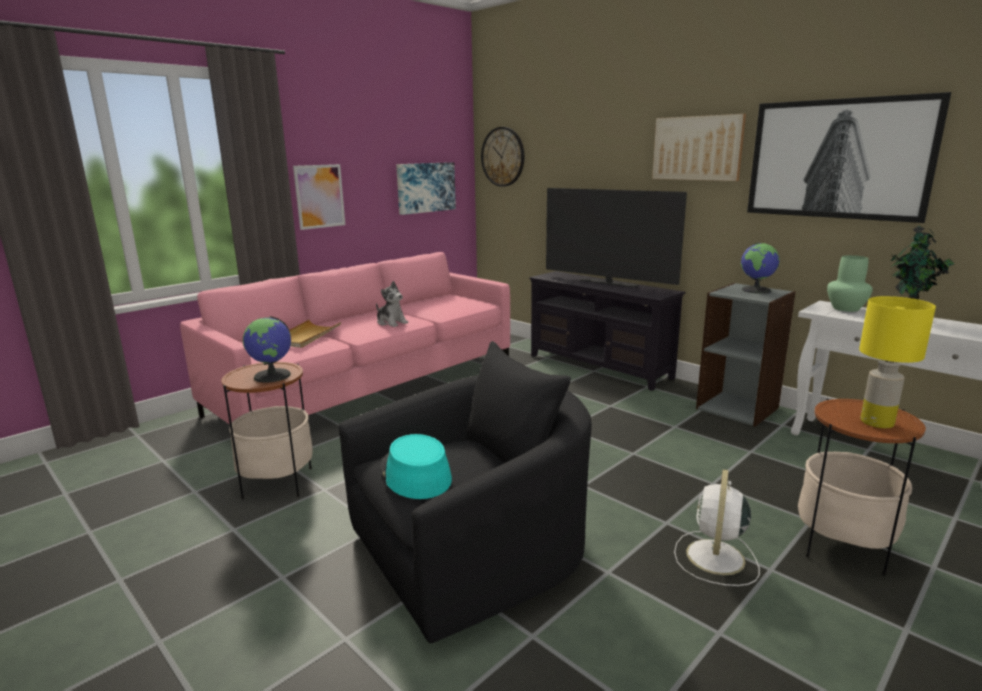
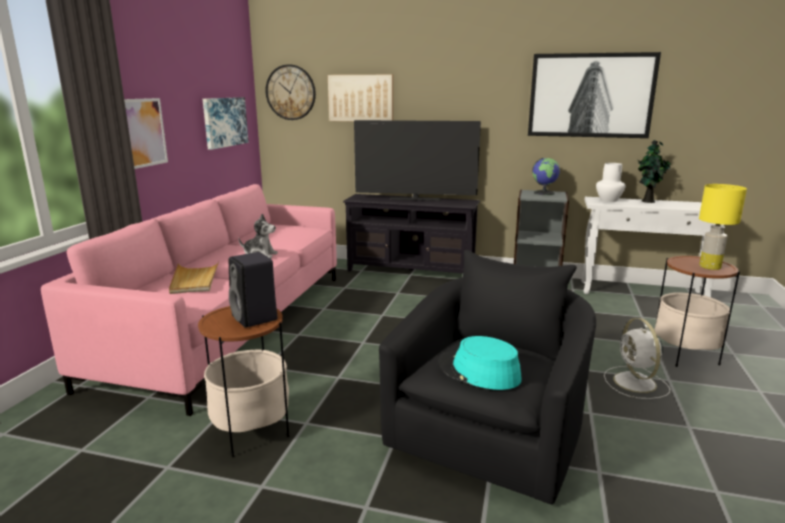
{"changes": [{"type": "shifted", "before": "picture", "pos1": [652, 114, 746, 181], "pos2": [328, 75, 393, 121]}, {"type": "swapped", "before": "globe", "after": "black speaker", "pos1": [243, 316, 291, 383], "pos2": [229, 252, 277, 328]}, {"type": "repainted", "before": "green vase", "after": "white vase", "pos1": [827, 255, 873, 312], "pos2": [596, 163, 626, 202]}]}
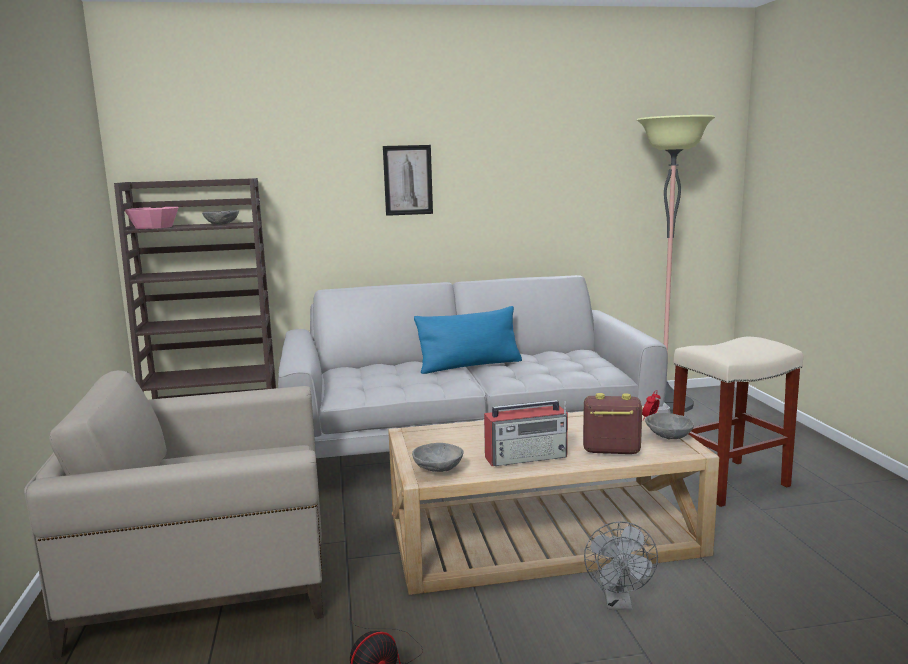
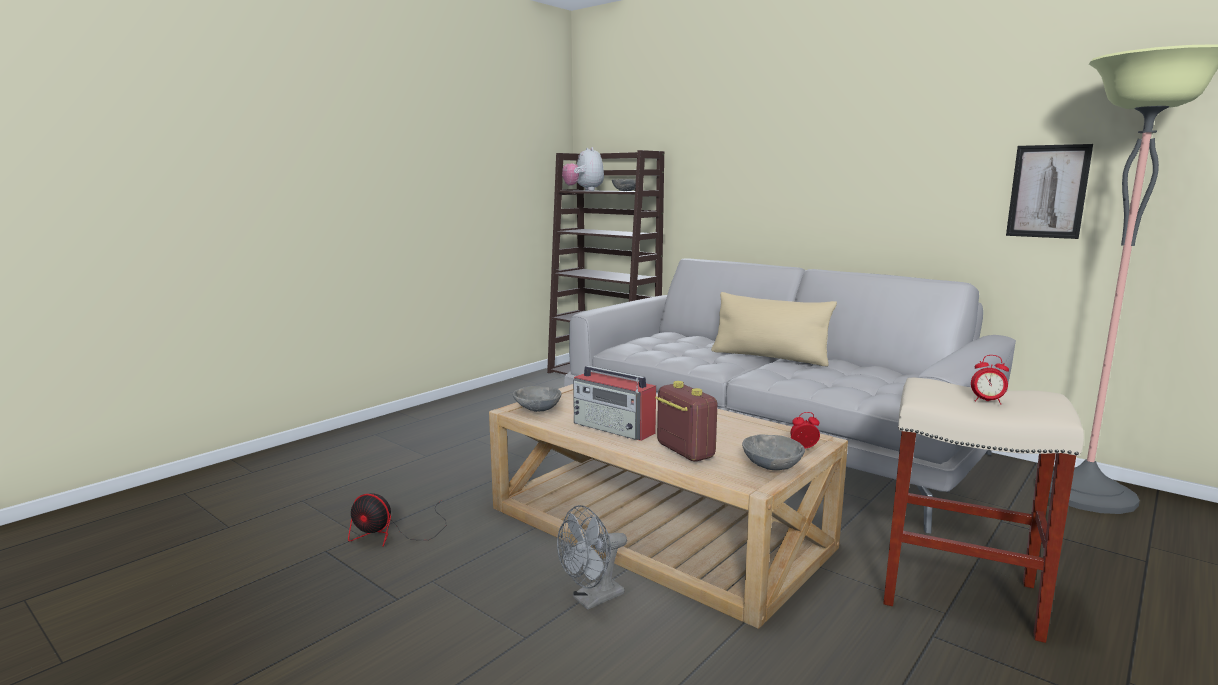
{"changes": [{"type": "gone", "before": "beige armchair", "pos1": [24, 370, 323, 659]}, {"type": "new", "after": "alarm clock", "pos2": [971, 355, 1009, 405]}, {"type": "shifted", "before": "picture", "pos1": [383, 145, 433, 216], "pos2": [1006, 144, 1093, 239]}, {"type": "swapped", "before": "pink bowl", "after": "plush toy", "pos1": [125, 207, 179, 229], "pos2": [562, 147, 604, 191]}, {"type": "repainted", "before": "blue pillow", "after": "beige pillow", "pos1": [414, 306, 522, 374], "pos2": [711, 292, 837, 366]}]}
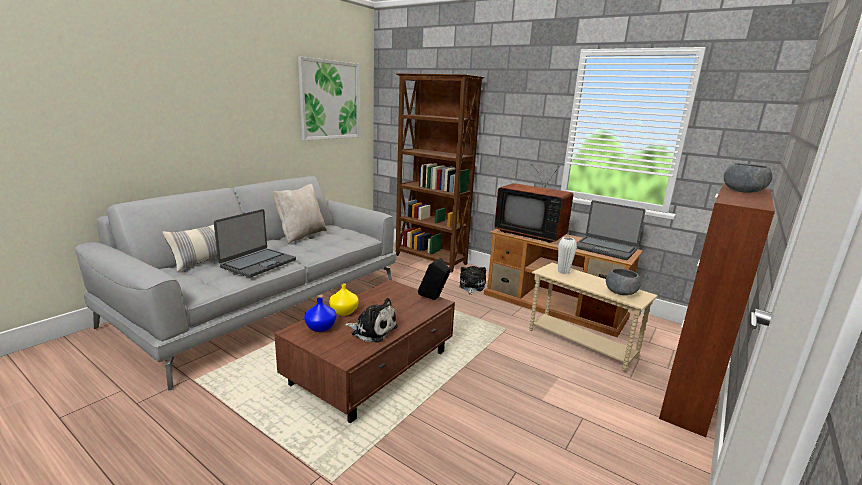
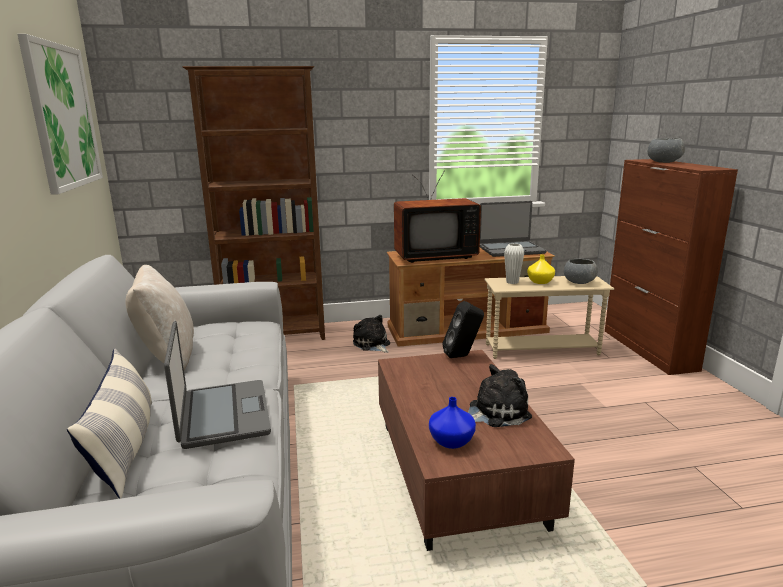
{"changes": [{"type": "shifted", "before": "yellow vase", "pos1": [329, 284, 359, 316], "pos2": [527, 254, 555, 284]}]}
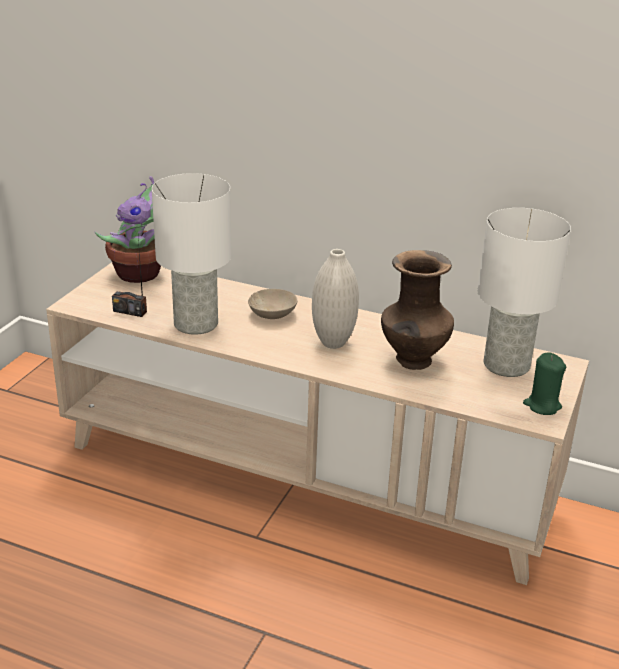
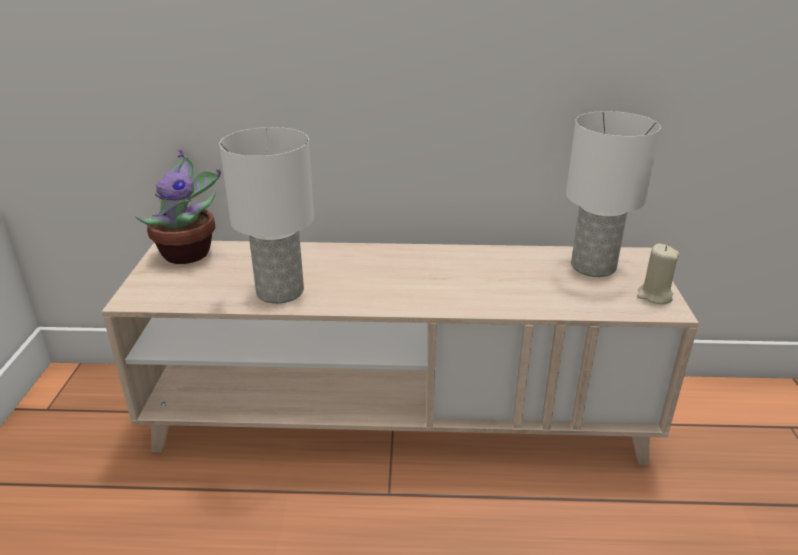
{"changes": [{"type": "gone", "before": "radio", "pos1": [112, 239, 147, 317]}, {"type": "gone", "before": "beige bowl", "pos1": [248, 289, 297, 319]}, {"type": "gone", "before": "white vase", "pos1": [312, 249, 359, 349]}, {"type": "gone", "before": "brown vase", "pos1": [381, 250, 454, 370]}, {"type": "repainted", "before": "green candle", "after": "beige candle", "pos1": [523, 352, 566, 415], "pos2": [637, 244, 680, 304]}]}
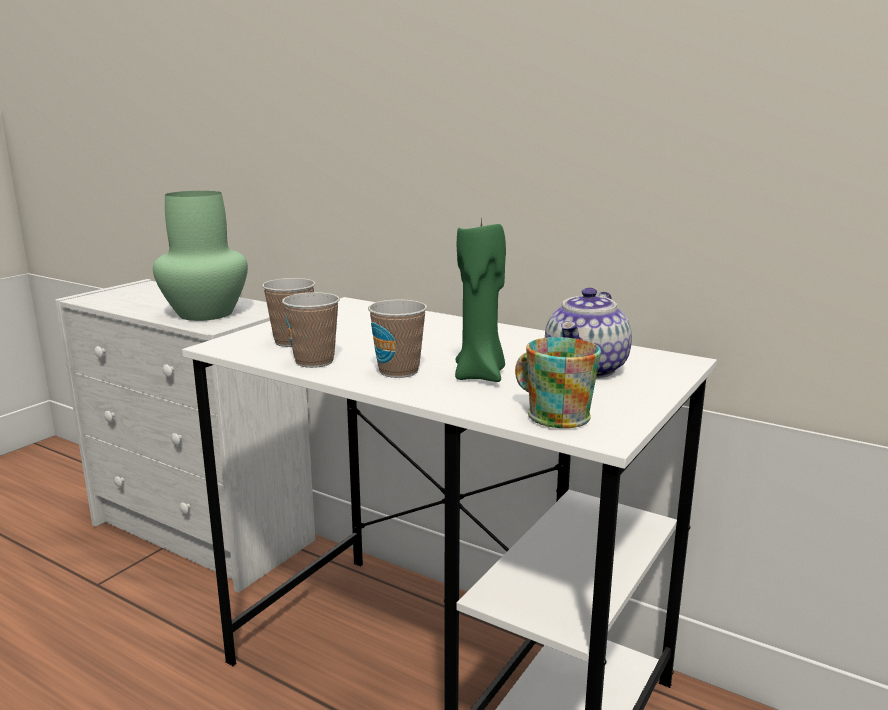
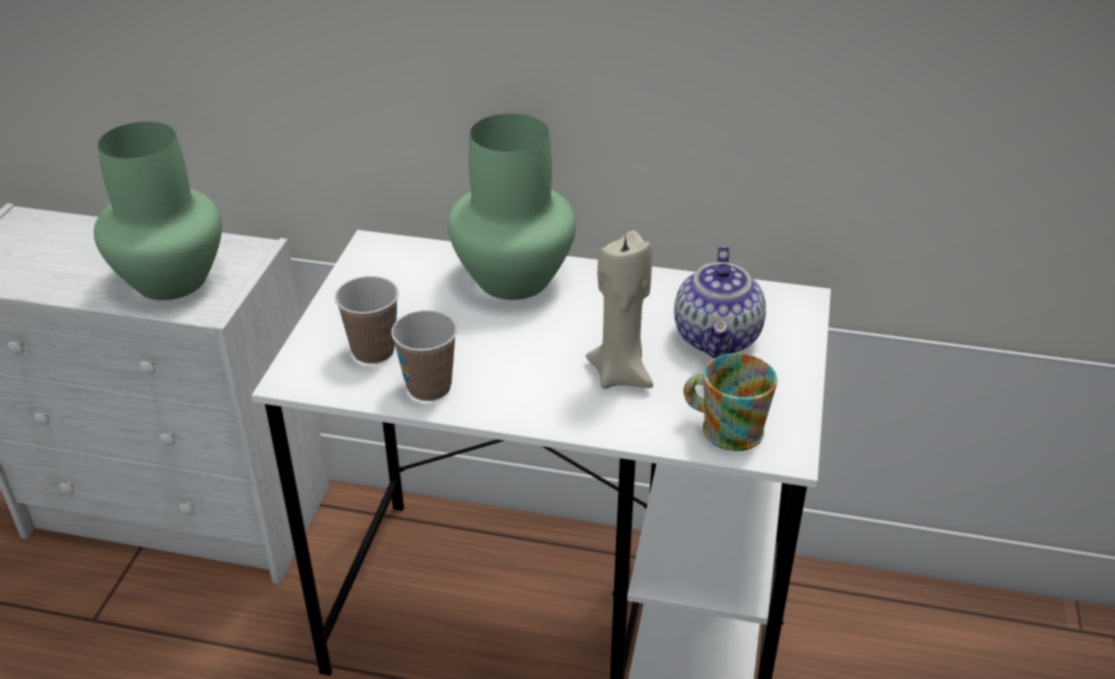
{"changes": [{"type": "gone", "before": "cup", "pos1": [368, 299, 427, 378]}, {"type": "new", "after": "green vase", "pos2": [448, 114, 576, 300]}, {"type": "repainted", "before": "green candle", "after": "beige candle", "pos1": [455, 216, 506, 382], "pos2": [586, 231, 653, 389]}]}
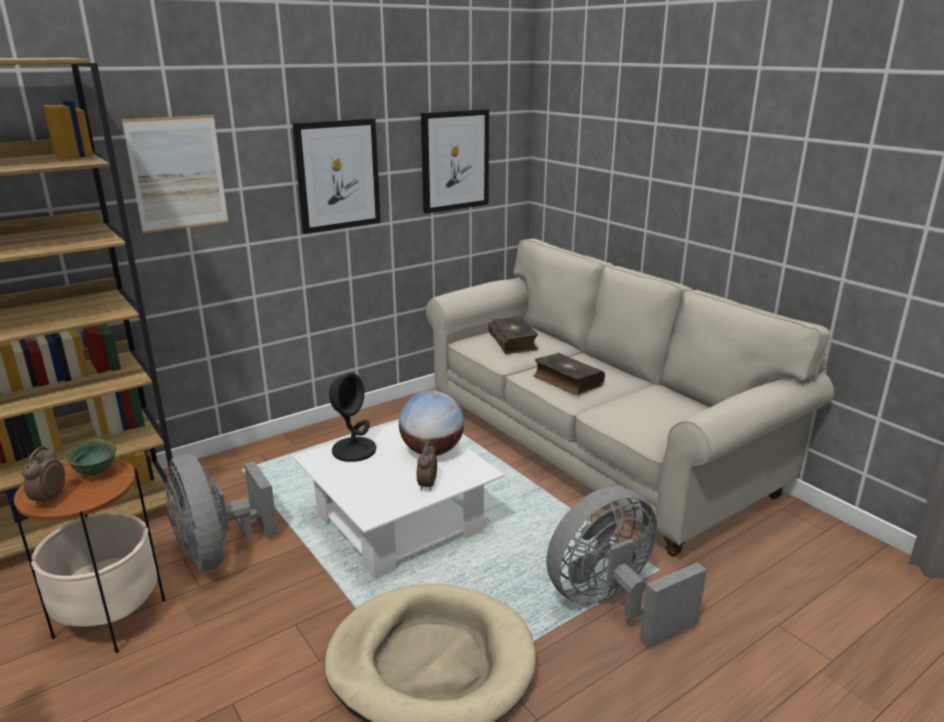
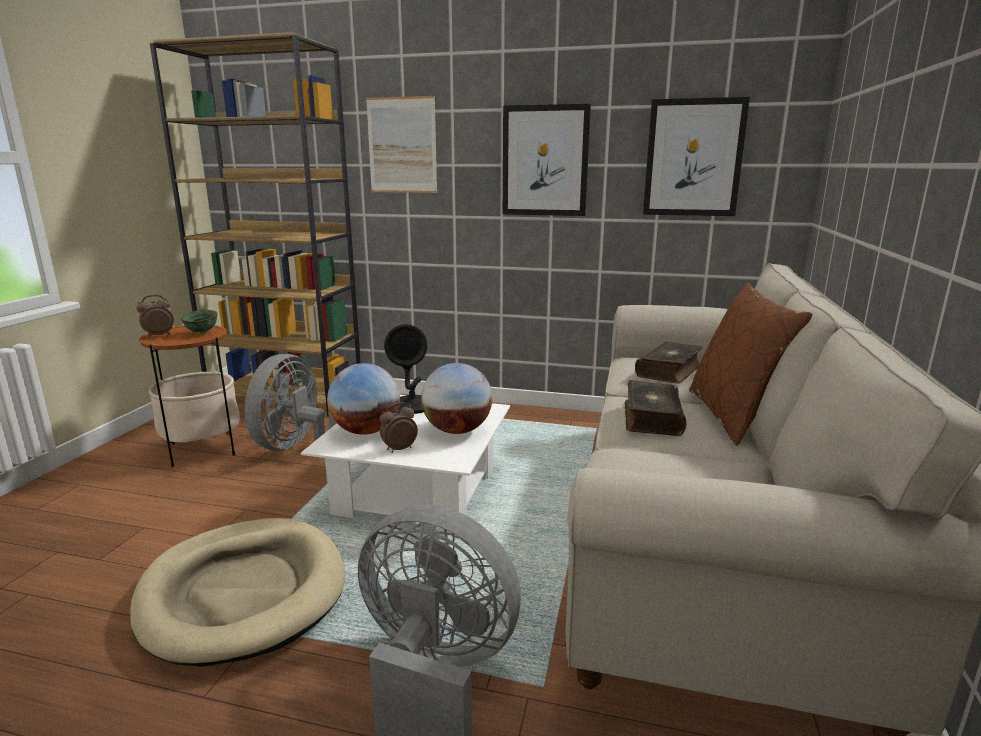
{"changes": [{"type": "new", "after": "globe", "pos2": [327, 363, 400, 435]}, {"type": "new", "after": "brown pillow", "pos2": [689, 282, 812, 446]}]}
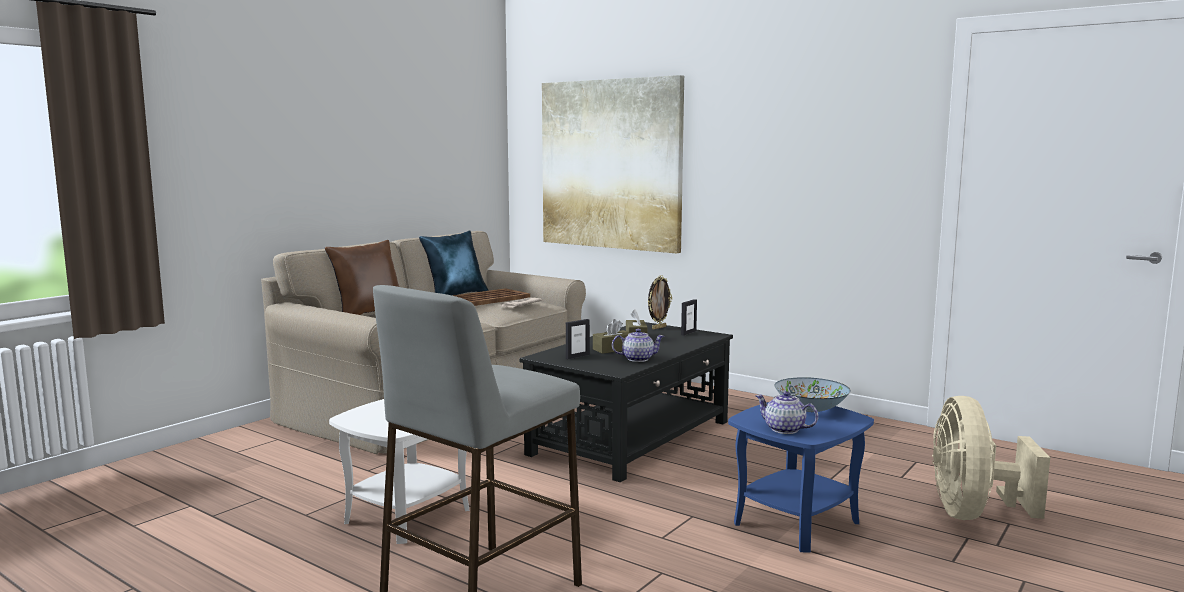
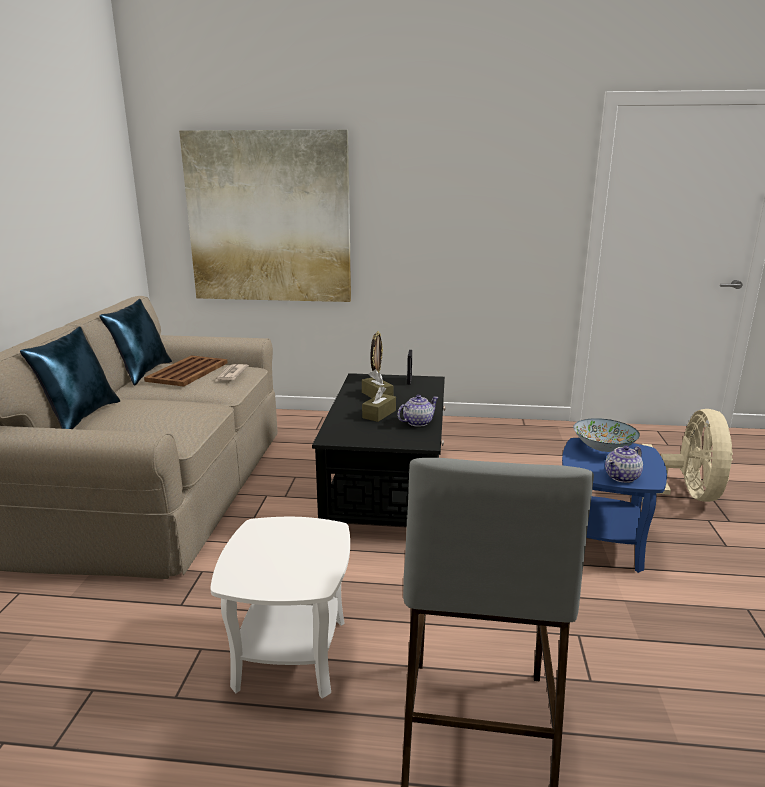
{"changes": [{"type": "gone", "before": "picture frame", "pos1": [566, 319, 590, 359]}, {"type": "repainted", "before": "brown pillow", "after": "blue pillow", "pos1": [325, 240, 399, 315], "pos2": [20, 326, 120, 429]}, {"type": "rotated", "before": "teapot", "pos1": [755, 391, 818, 434], "pos2": [605, 446, 643, 483], "turn": -45}, {"type": "rotated", "before": "beige fan", "pos1": [932, 396, 1050, 520], "pos2": [642, 409, 733, 503], "turn": -150}]}
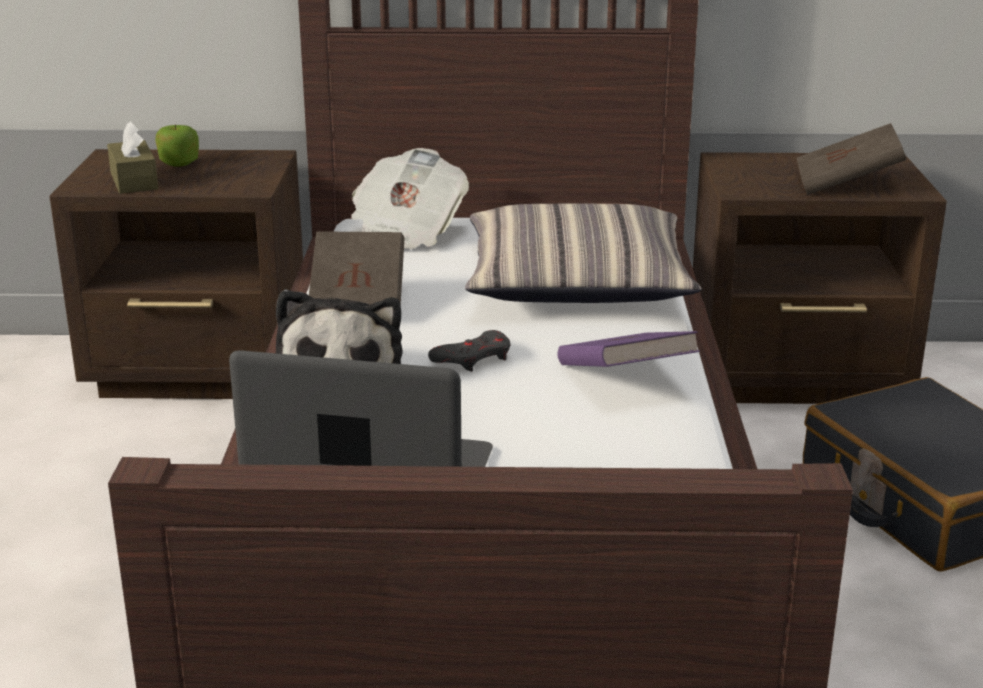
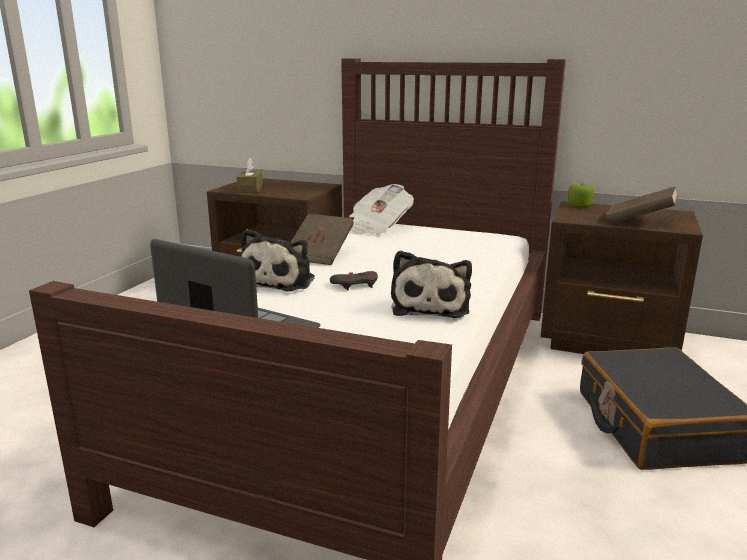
{"changes": [{"type": "gone", "before": "pillow", "pos1": [465, 204, 702, 303]}, {"type": "shifted", "before": "apple", "pos1": [155, 124, 199, 167], "pos2": [568, 184, 594, 208]}, {"type": "swapped", "before": "purple book", "after": "plush toy", "pos1": [557, 331, 700, 367], "pos2": [391, 250, 472, 318]}]}
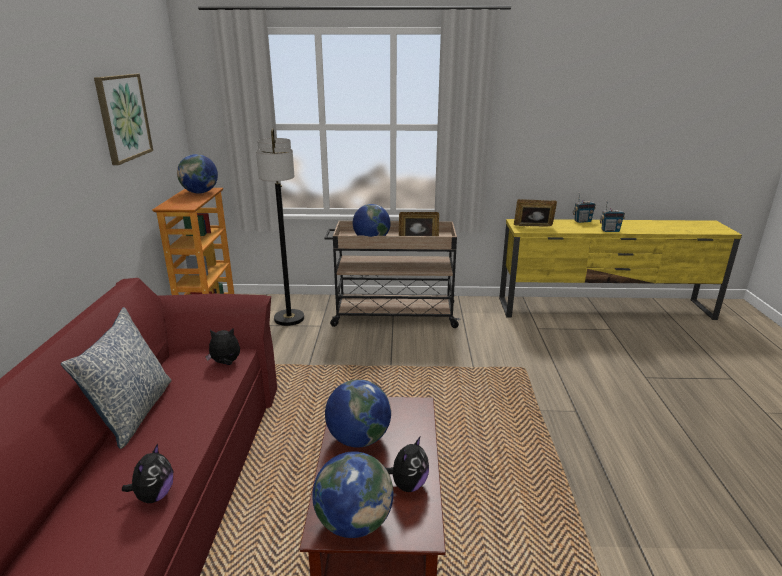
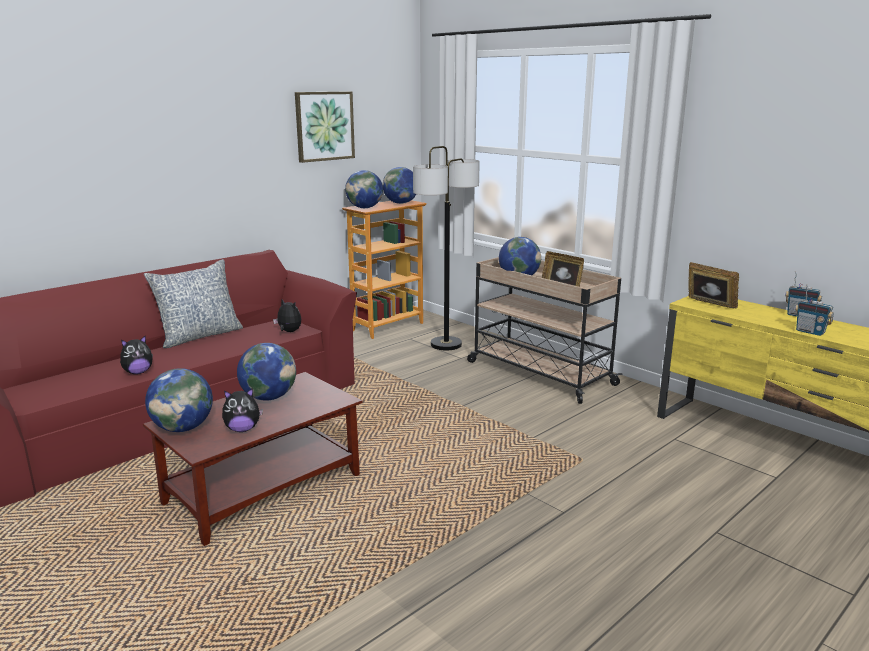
{"changes": [{"type": "new", "after": "globe", "pos2": [345, 170, 383, 208]}]}
